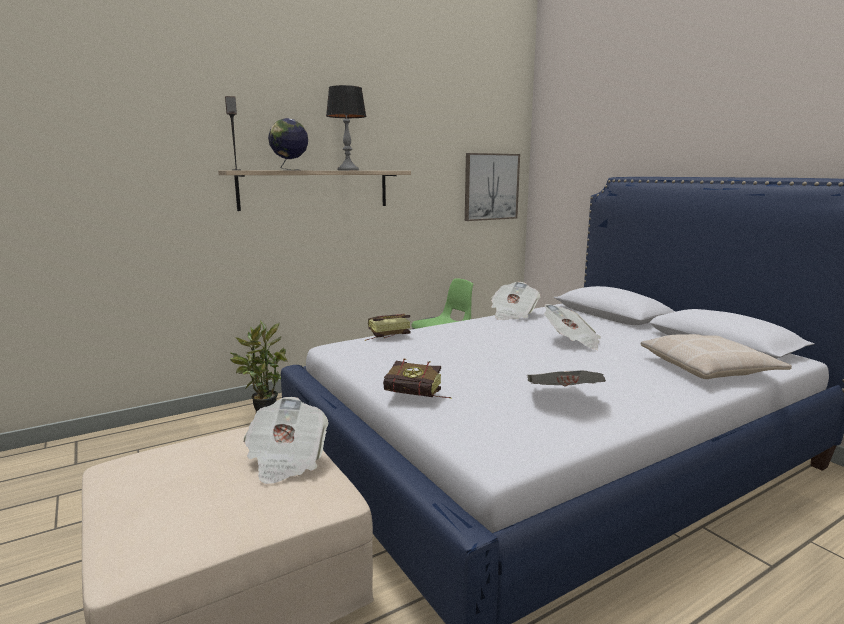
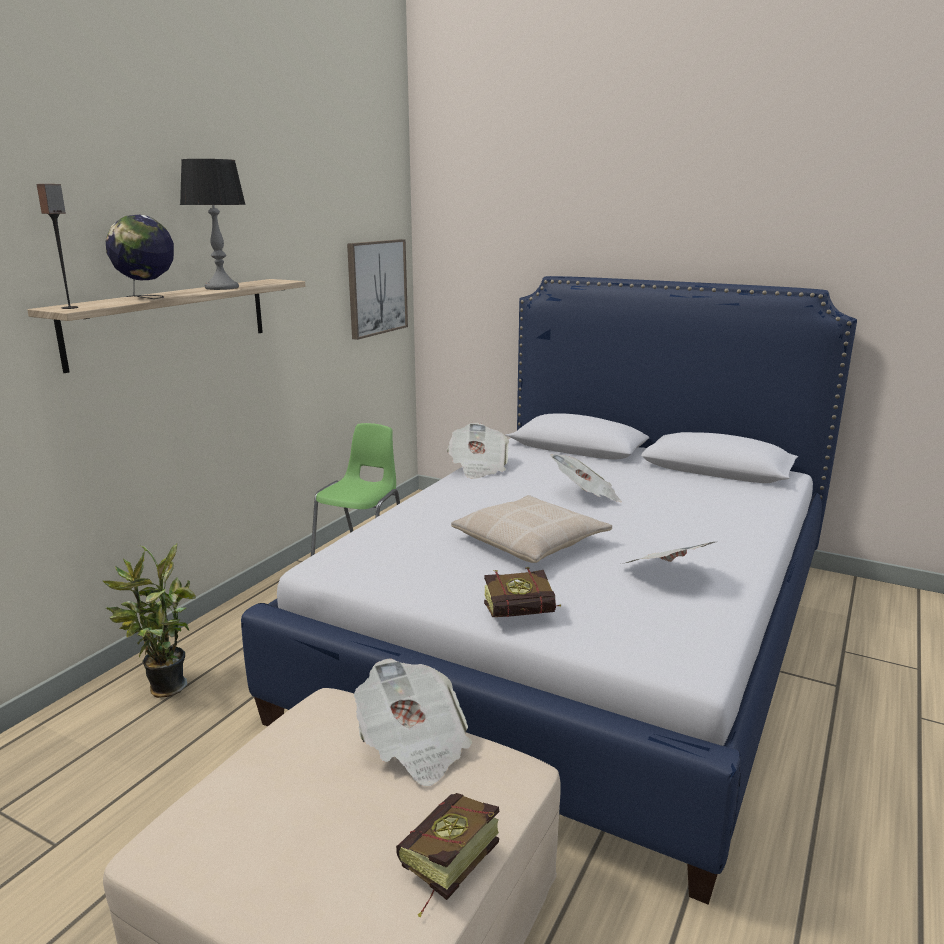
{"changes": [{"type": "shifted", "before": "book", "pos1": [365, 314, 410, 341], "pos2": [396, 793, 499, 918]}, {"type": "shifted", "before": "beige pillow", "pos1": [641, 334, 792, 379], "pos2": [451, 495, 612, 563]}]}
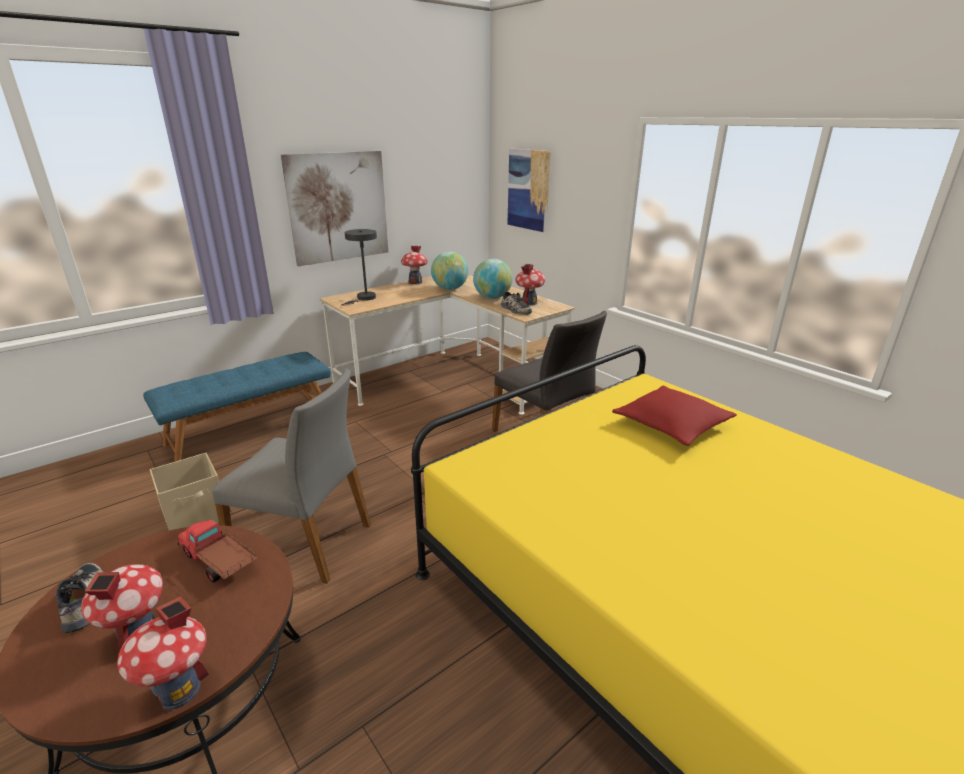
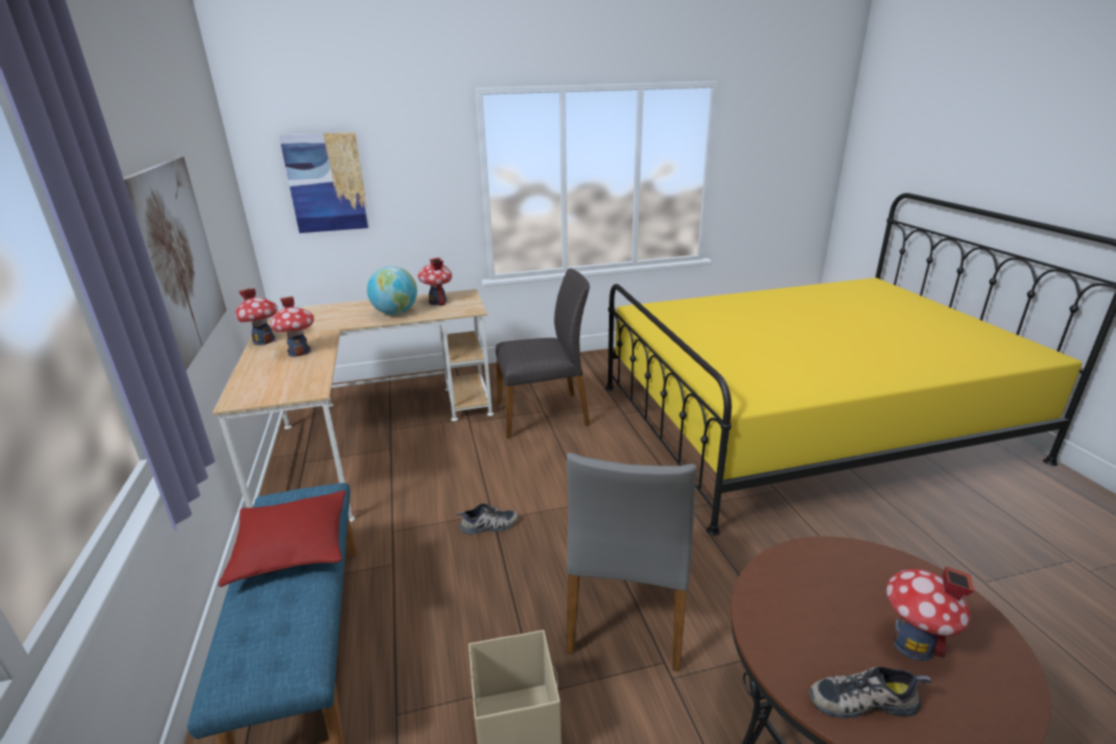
{"changes": [{"type": "gone", "before": "toy truck", "pos1": [178, 519, 257, 582]}, {"type": "gone", "before": "grey table lamp", "pos1": [341, 229, 377, 306]}, {"type": "gone", "before": "globe", "pos1": [431, 252, 469, 290]}, {"type": "shifted", "before": "toy house", "pos1": [117, 597, 209, 710], "pos2": [270, 296, 314, 357]}, {"type": "shifted", "before": "shoe", "pos1": [501, 290, 532, 315], "pos2": [456, 503, 518, 534]}, {"type": "shifted", "before": "red pillow", "pos1": [612, 386, 737, 446], "pos2": [218, 491, 346, 587]}, {"type": "rotated", "before": "grey chair", "pos1": [212, 369, 371, 584], "pos2": [566, 453, 697, 671], "turn": 150}]}
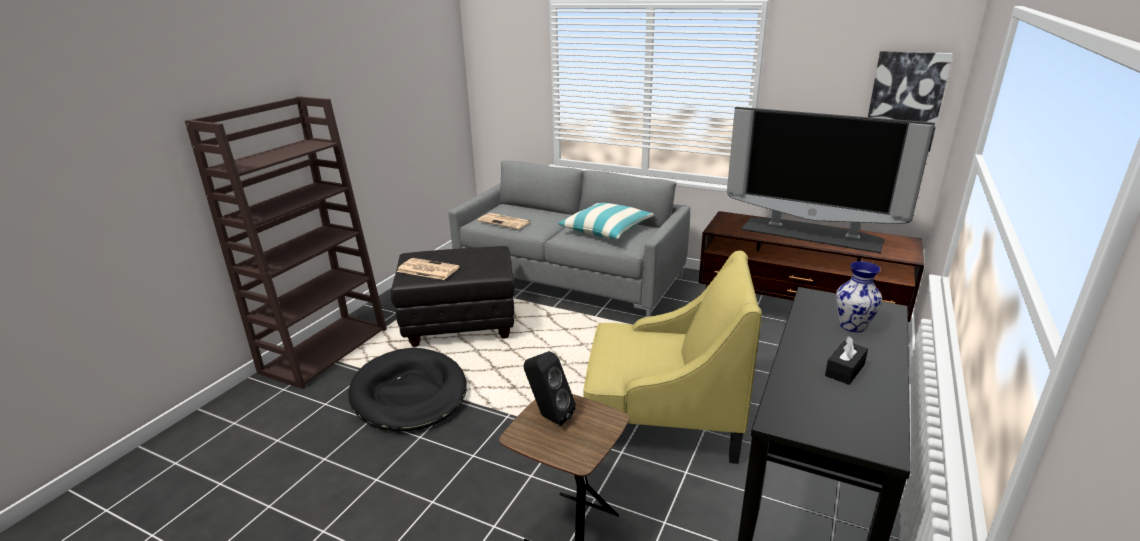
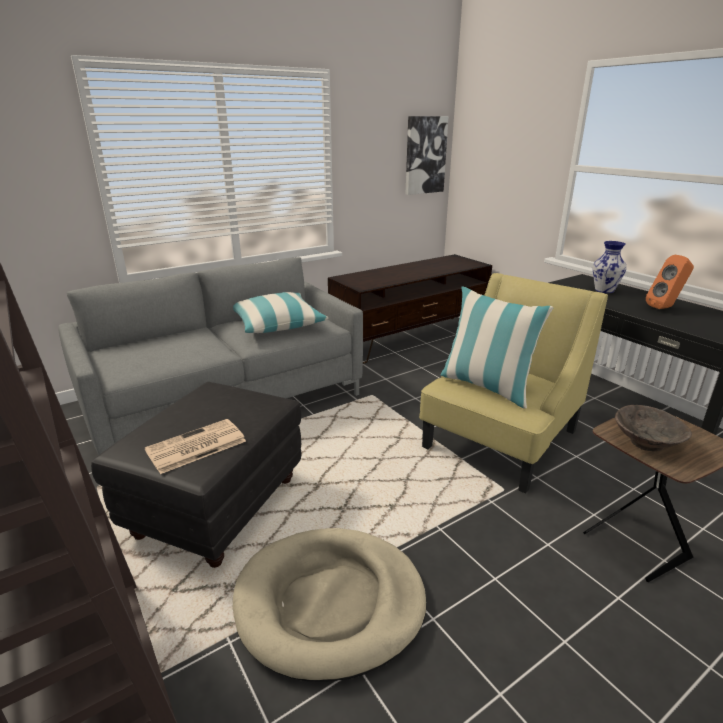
{"changes": [{"type": "gone", "before": "newspaper", "pos1": [478, 213, 530, 229]}, {"type": "gone", "before": "television", "pos1": [727, 107, 935, 253]}, {"type": "new", "after": "pillow", "pos2": [441, 286, 553, 409]}, {"type": "swapped", "before": "black speaker", "after": "brown bowl", "pos1": [524, 351, 576, 426], "pos2": [615, 405, 692, 452]}, {"type": "swapped", "before": "black tissue box", "after": "orange speaker", "pos1": [825, 336, 868, 385], "pos2": [646, 255, 694, 309]}, {"type": "repainted", "before": "black dog bed", "after": "beige dog bed", "pos1": [348, 347, 467, 431], "pos2": [233, 528, 427, 682]}]}
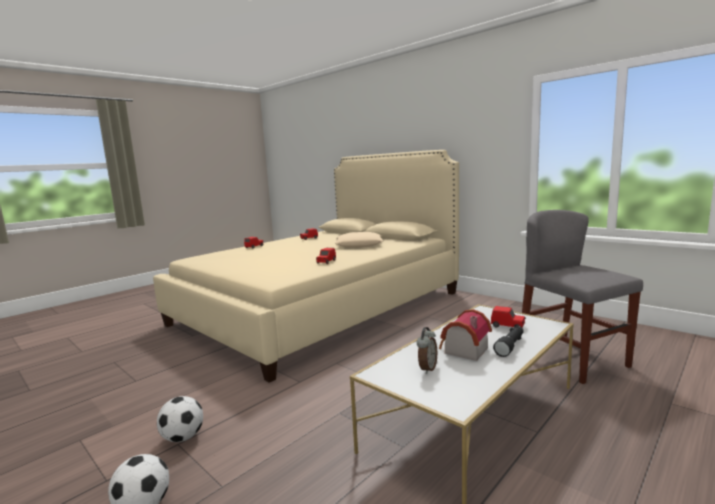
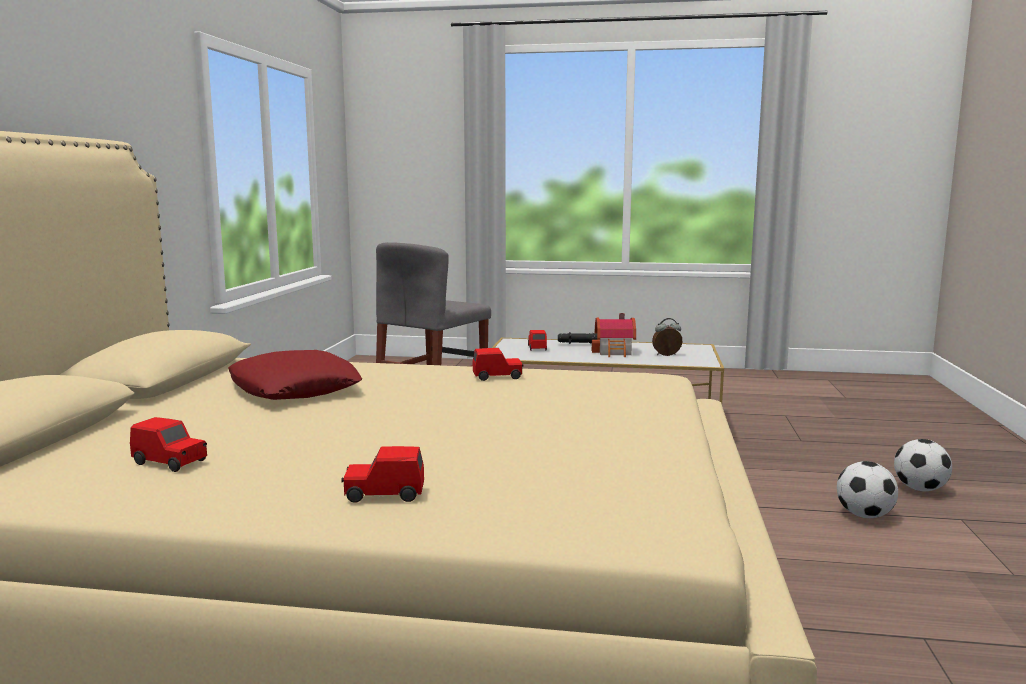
{"changes": [{"type": "repainted", "before": "beige pillow", "after": "red pillow", "pos1": [335, 232, 384, 248], "pos2": [228, 350, 362, 400]}]}
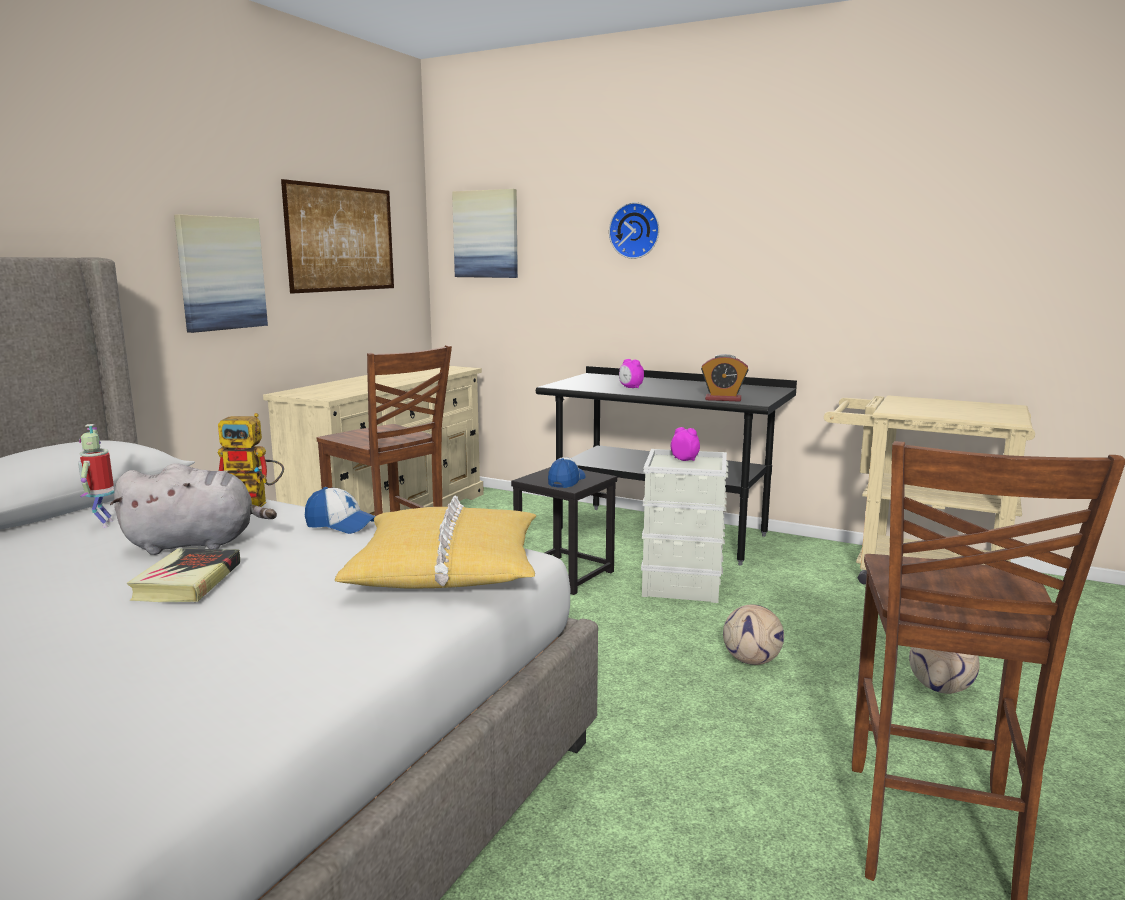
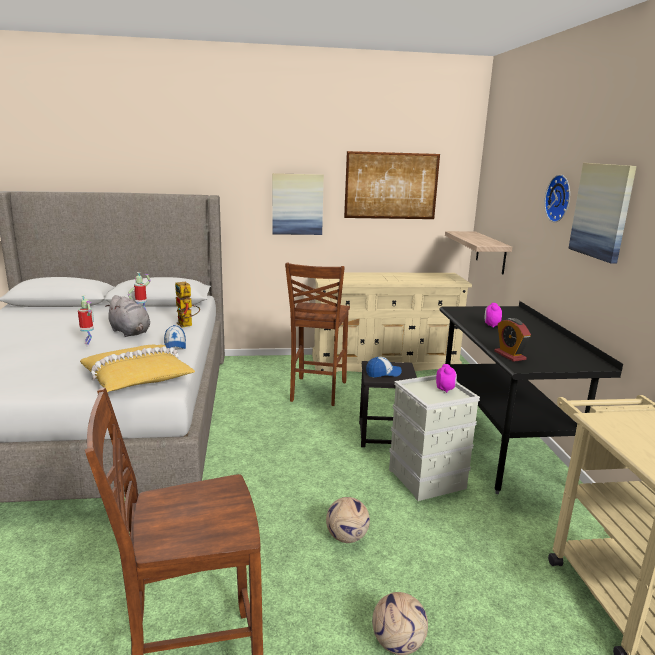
{"changes": [{"type": "new", "after": "shelf", "pos2": [445, 231, 512, 275]}, {"type": "shifted", "before": "picture", "pos1": [452, 189, 518, 278], "pos2": [568, 163, 637, 263]}, {"type": "swapped", "before": "book", "after": "toy robot", "pos1": [127, 549, 240, 602], "pos2": [78, 295, 94, 347]}]}
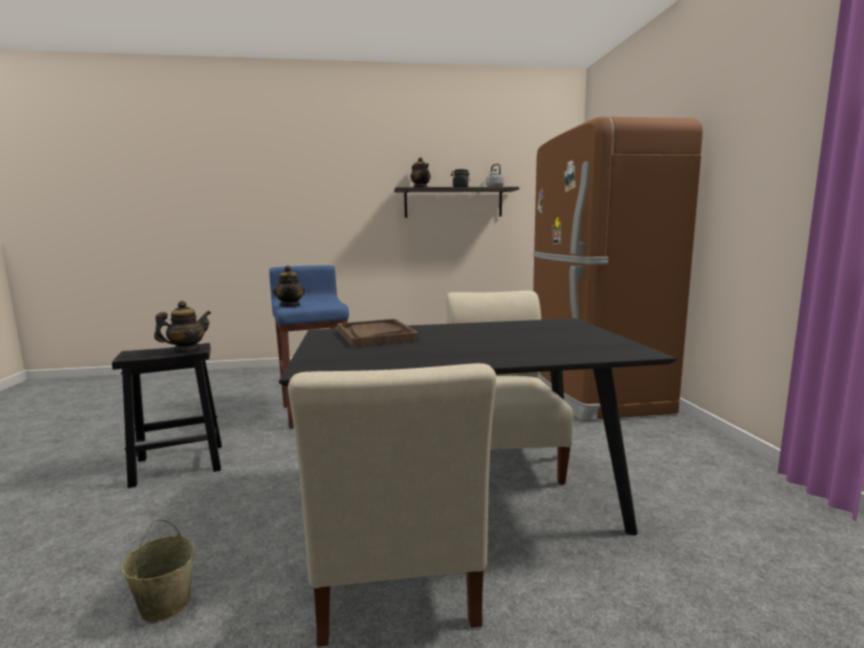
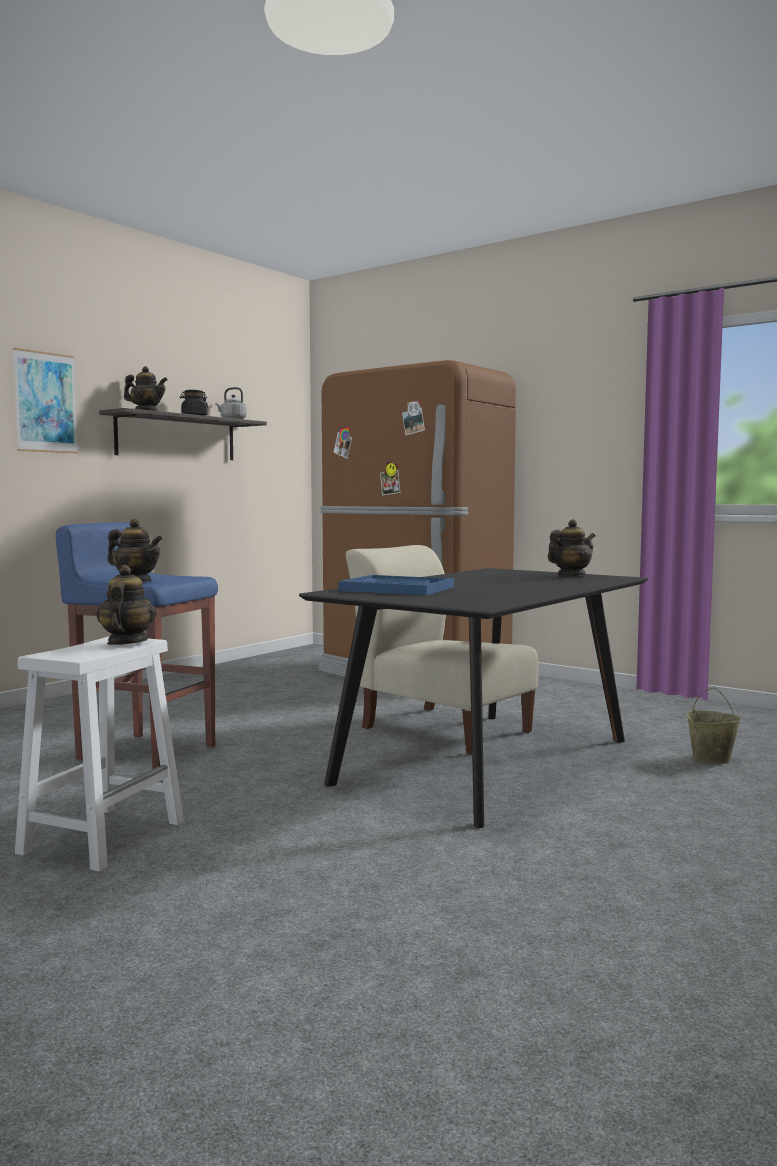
{"changes": [{"type": "gone", "before": "beige chair", "pos1": [288, 363, 496, 647]}, {"type": "new", "after": "picture", "pos2": [13, 348, 78, 454]}, {"type": "new", "after": "teapot", "pos2": [548, 519, 595, 576]}, {"type": "shifted", "before": "beige bucket", "pos1": [121, 520, 195, 622], "pos2": [687, 688, 741, 764]}, {"type": "repainted", "before": "black stool", "after": "white stool", "pos1": [112, 343, 222, 488], "pos2": [15, 636, 184, 872]}, {"type": "repainted", "before": "brown tray", "after": "blue tray", "pos1": [337, 319, 419, 347], "pos2": [338, 575, 454, 596]}]}
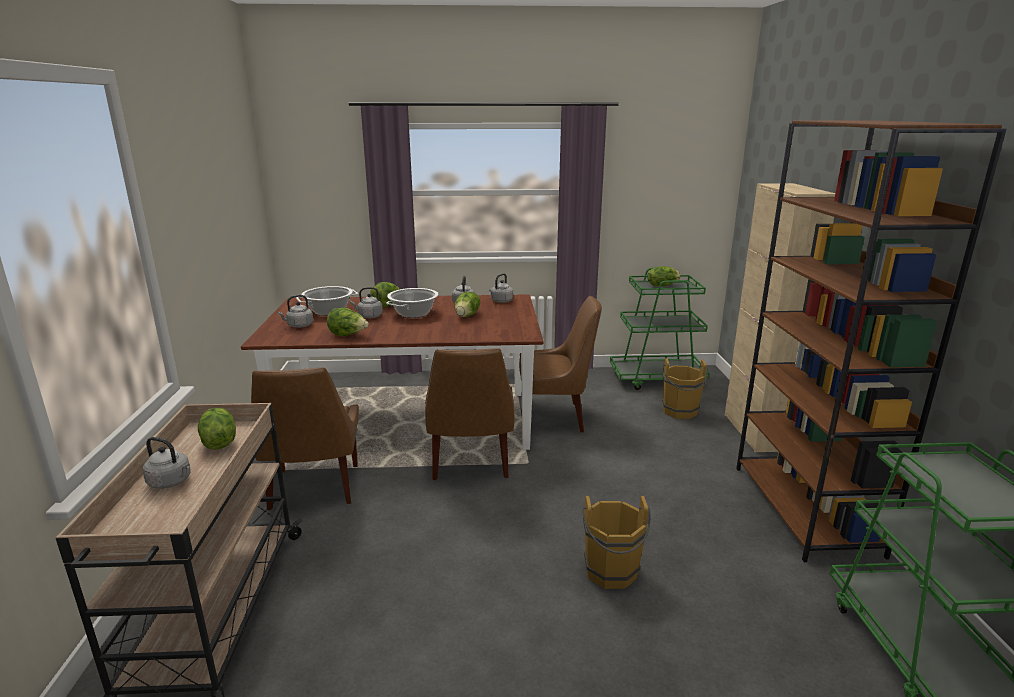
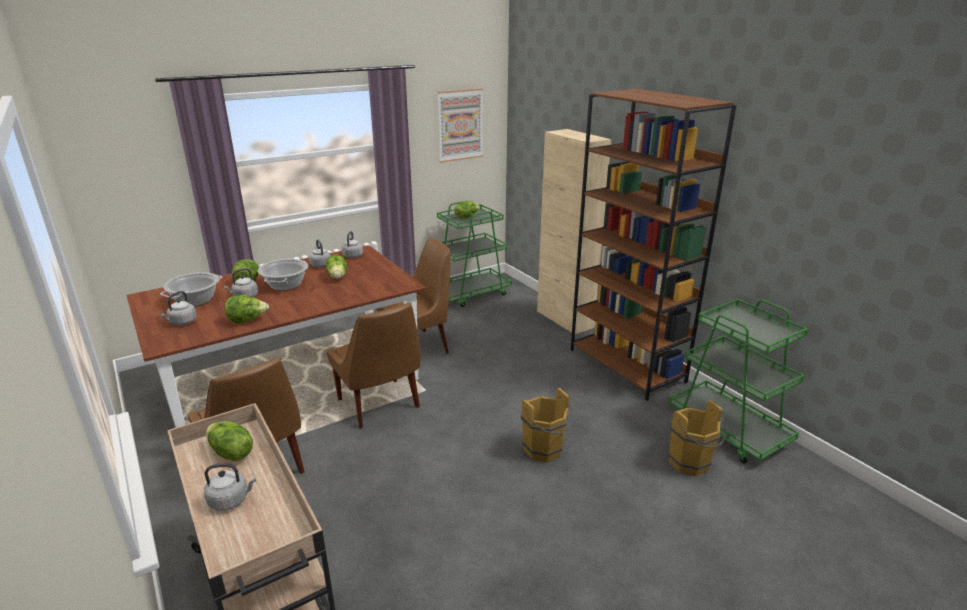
{"changes": [{"type": "new", "after": "picture", "pos2": [437, 88, 483, 162]}, {"type": "shifted", "before": "brown bucket", "pos1": [662, 358, 708, 419], "pos2": [668, 400, 726, 476]}]}
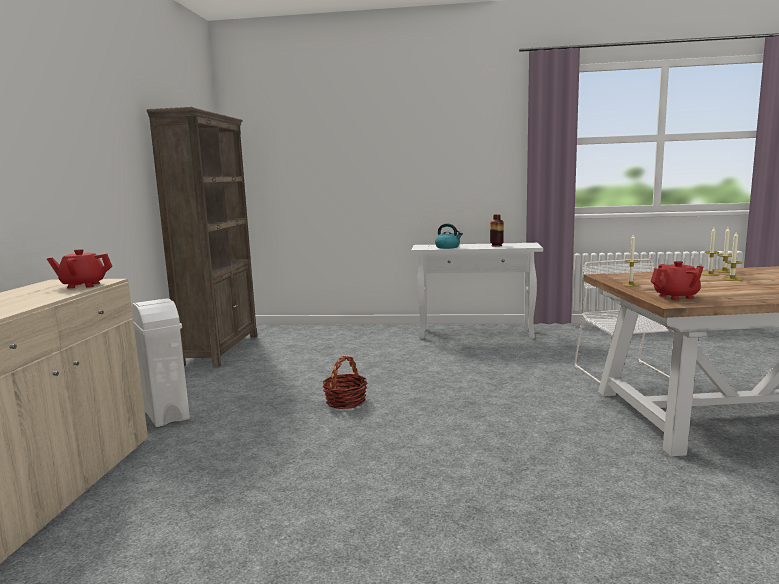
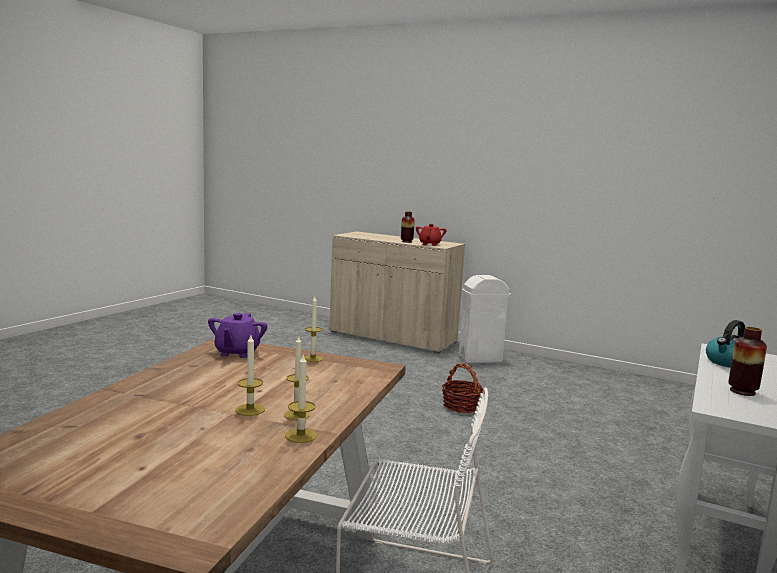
{"changes": [{"type": "gone", "before": "brown bookcase", "pos1": [147, 107, 257, 367]}, {"type": "new", "after": "vase", "pos2": [401, 211, 415, 243]}, {"type": "repainted", "before": "red teapot", "after": "purple teapot", "pos1": [651, 261, 703, 300], "pos2": [208, 313, 267, 358]}]}
